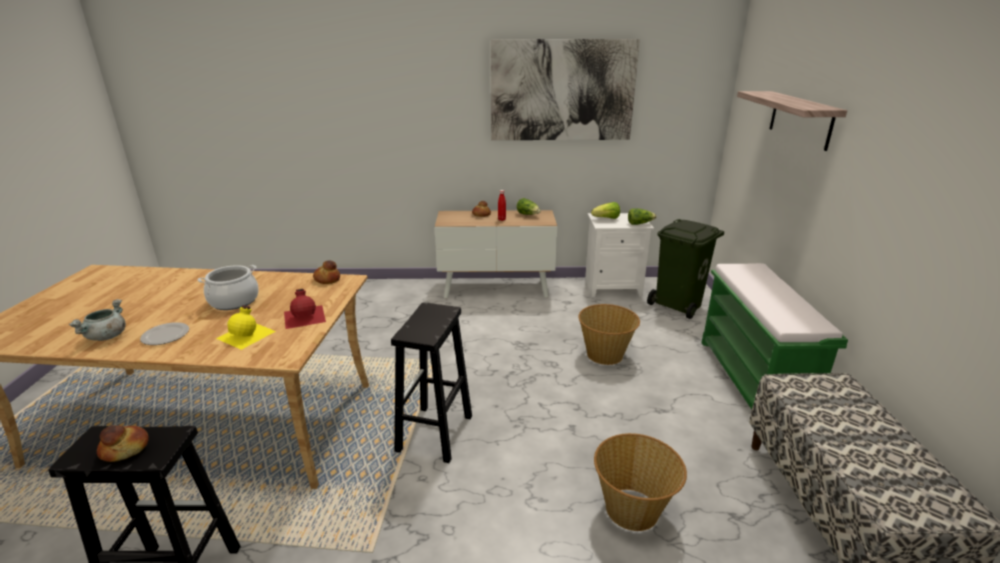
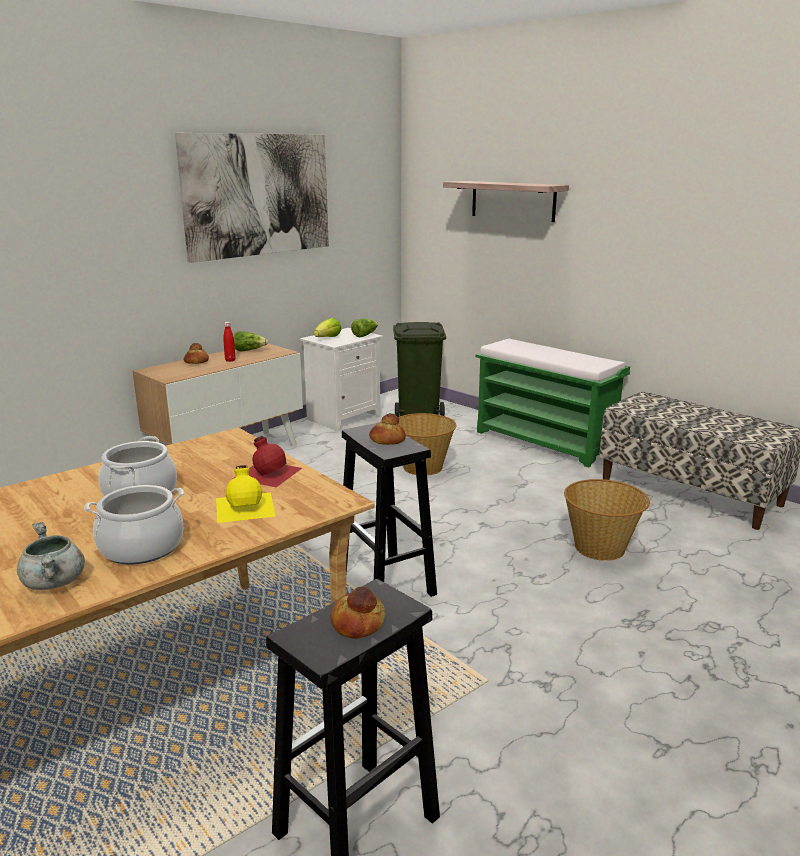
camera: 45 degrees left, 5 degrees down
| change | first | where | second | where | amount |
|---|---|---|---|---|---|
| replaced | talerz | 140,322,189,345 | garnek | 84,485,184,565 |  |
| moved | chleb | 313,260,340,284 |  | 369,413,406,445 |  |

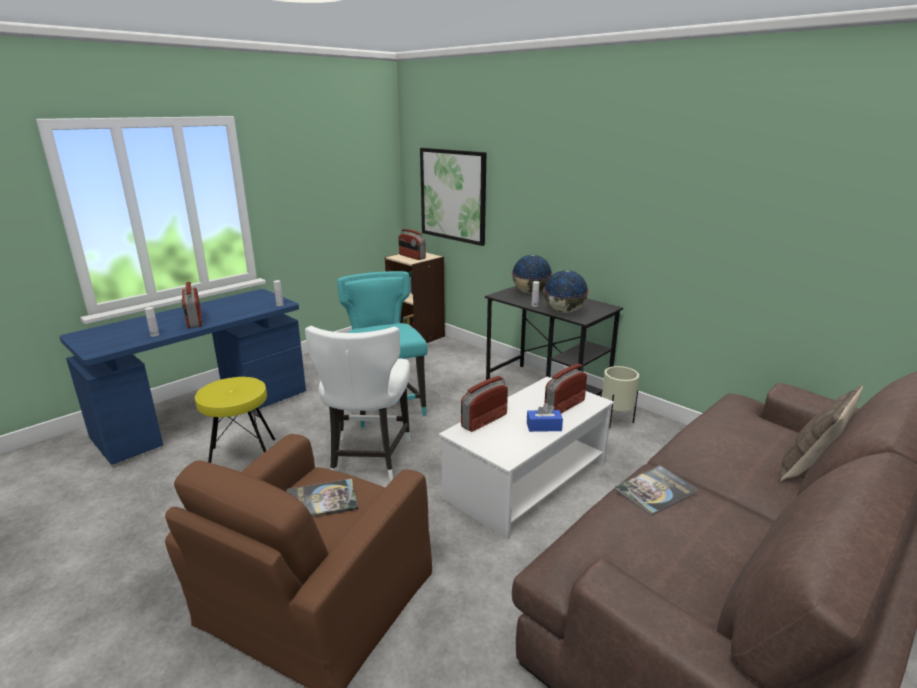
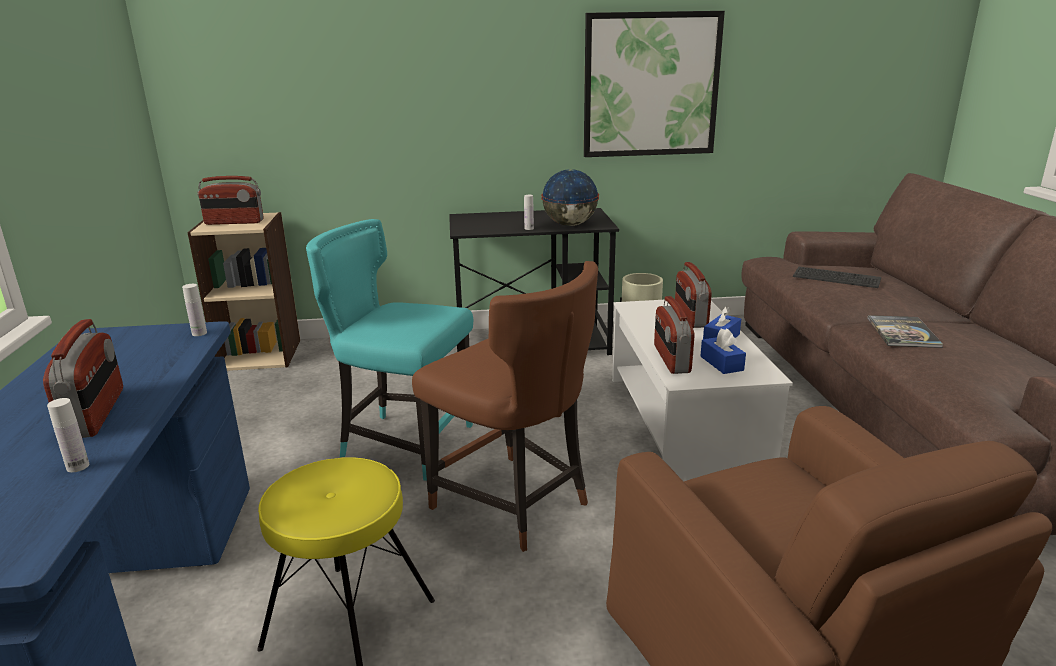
camera: 50 degrees left, 0 degrees up
| change | first | where | second | where | amount |
|---|---|---|---|---|---|
| turned | radio | 181,282,202,328 |  | 43,319,123,438 | 120 degrees counterclockwise |
| removed | książka | 287,479,358,517 |  |  |  |
| recoloured | krzesło (biały) | 305,326,410,481 | krzesło (brązowy) | 412,261,598,552 |  |
| moved | obraz | 420,148,487,246 |  | 584,11,725,157 |  |
| removed | globus | 512,255,552,294 |  |  |  |
| removed | poduszka | 779,385,863,481 |  |  |  |
| added |  |  | pudełko chusteczek (niebieski) | 700,328,746,374 |  |
| added |  |  | klawiatura | 793,266,881,288 |  |

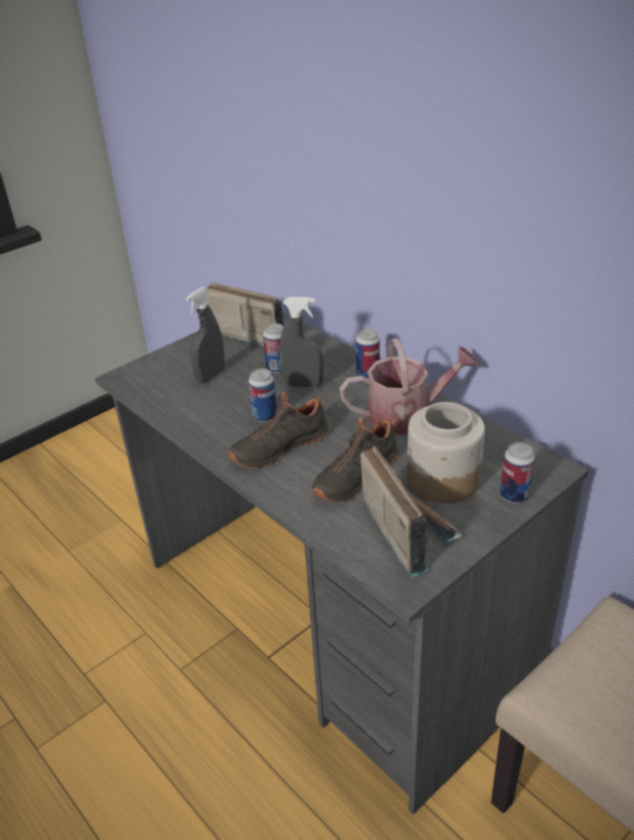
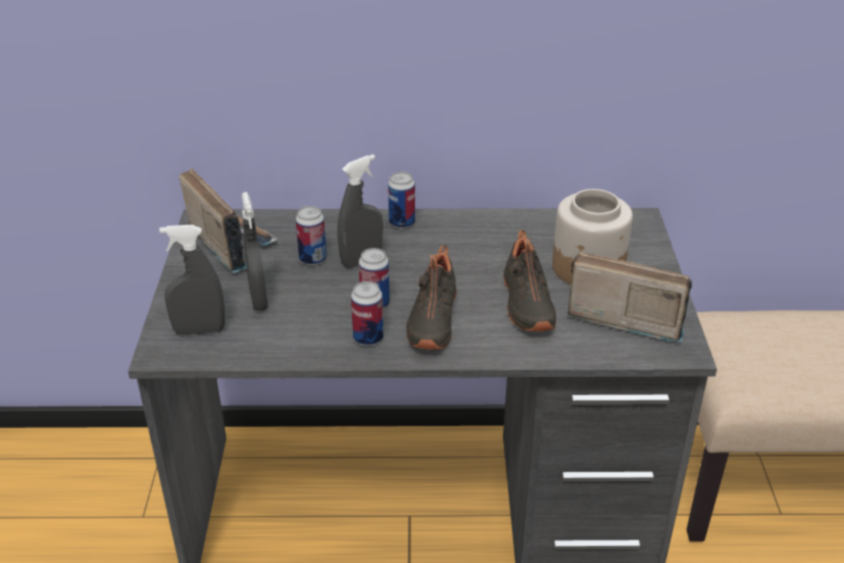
camera: 50 degrees left, 0 degrees up
| change | first | where | second | where | amount |
|---|---|---|---|---|---|
| turned | radio | 206,283,286,346 |  | 179,168,278,274 | 75 degrees clockwise |
| removed | konewka | 339,338,478,435 |  |  |  |
| moved | puszka | 500,442,535,503 |  | 351,281,384,346 |  |
| added |  |  | spryskiwacz (szary) | 159,225,225,335 |  |

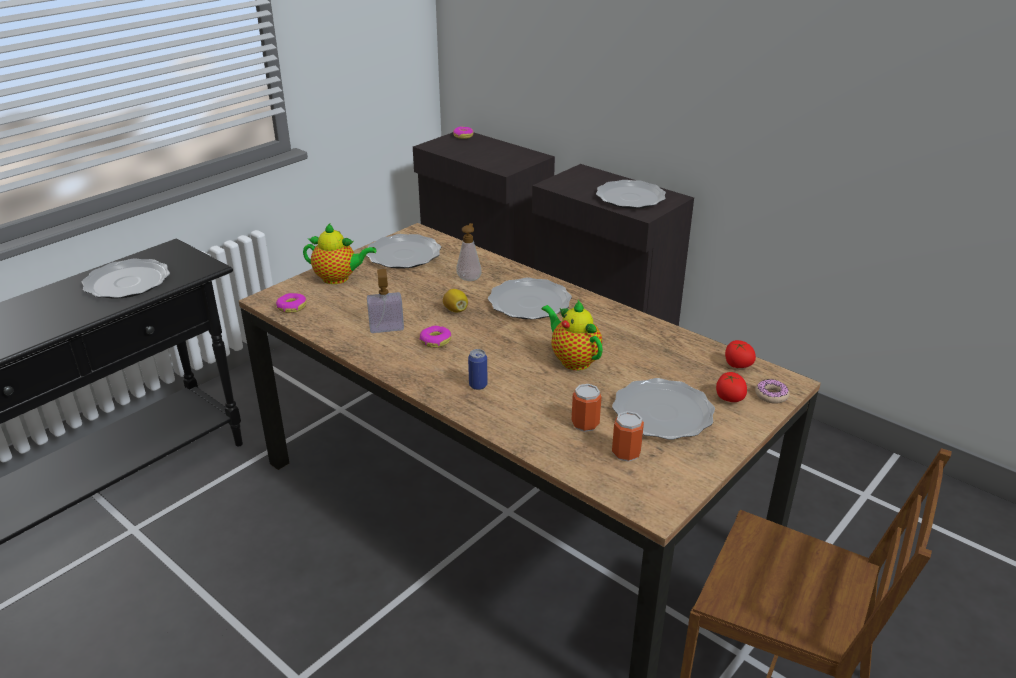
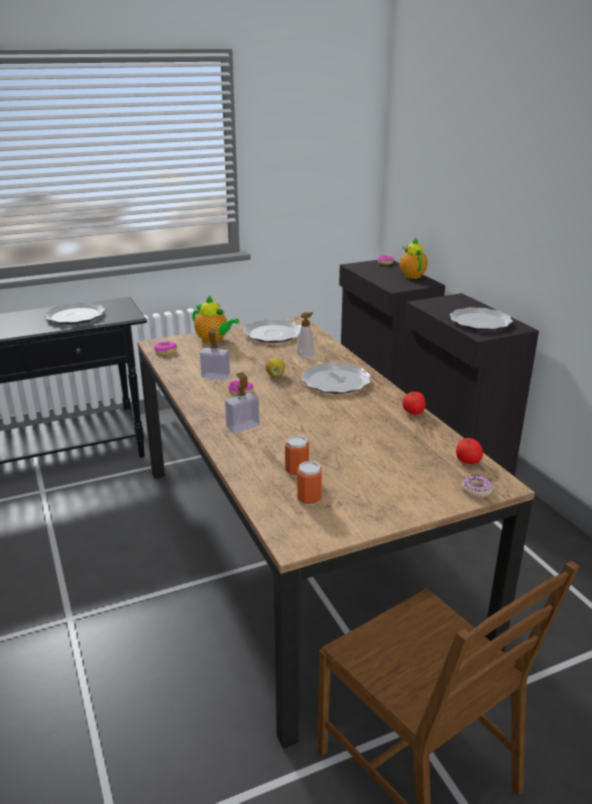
camera: 25 degrees right, 5 degrees down
| change | first | where | second | where | amount |
|---|---|---|---|---|---|
| replaced | puszka | 468,349,488,390 | dozownik mydła | 225,372,260,433 |  |
| moved | imbryk | 541,300,603,370 |  | 400,237,428,279 |  |
| removed | talerz | 612,378,715,440 |  |  |  |
| moved | pomidor | 716,372,747,402 |  | 402,392,426,414 |  |

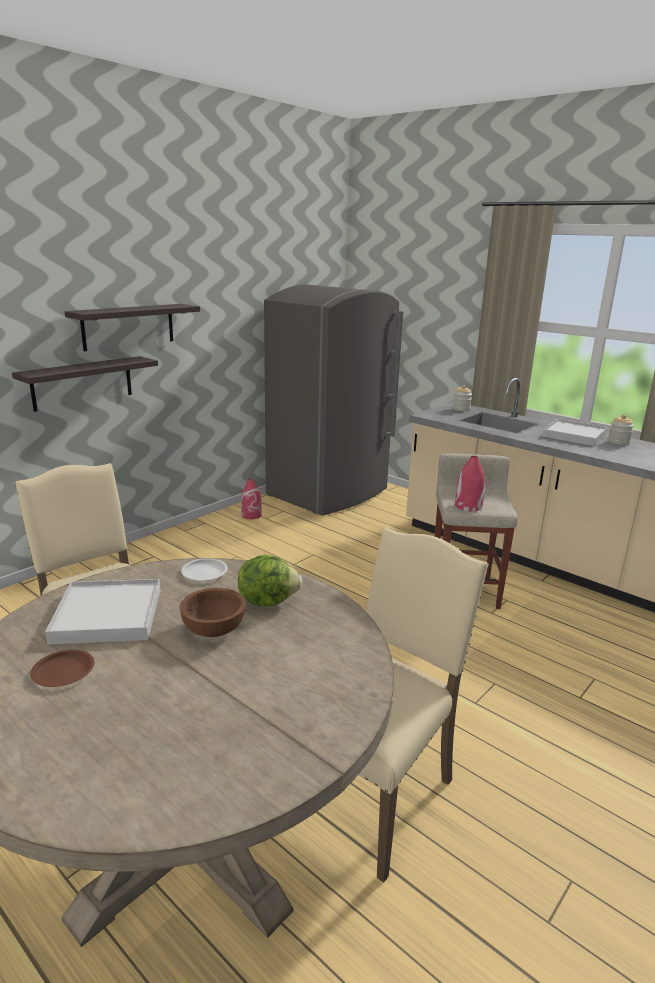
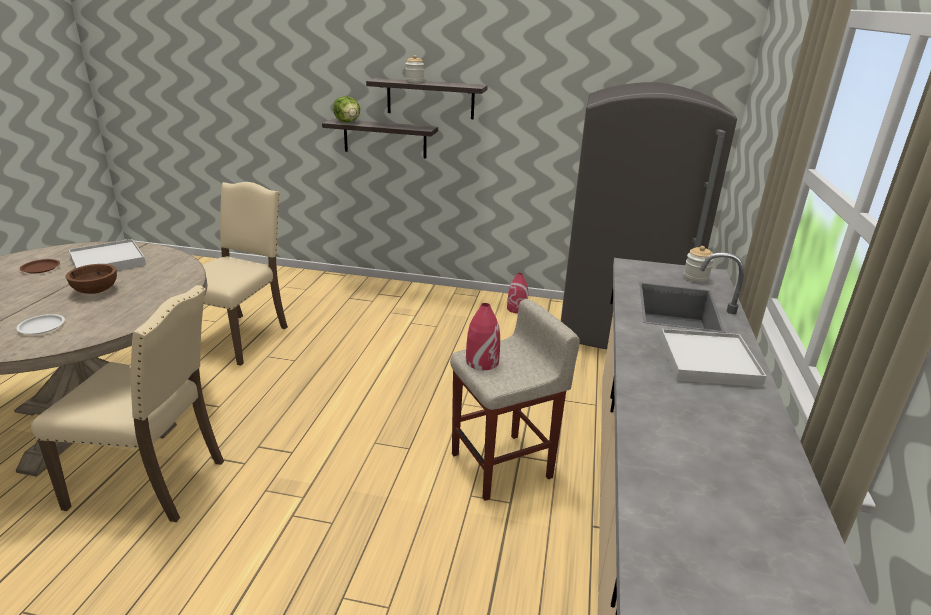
camera: 60 degrees right, 5 degrees up
| change | first | where | second | where | amount |
|---|---|---|---|---|---|
| moved | talerz (biały) | 181,558,228,581 |  | 16,314,65,334 |  |
| moved | sałata | 238,554,303,606 |  | 333,96,360,122 |  |
| moved | słoik | 608,415,634,445 |  | 405,55,424,83 |  |

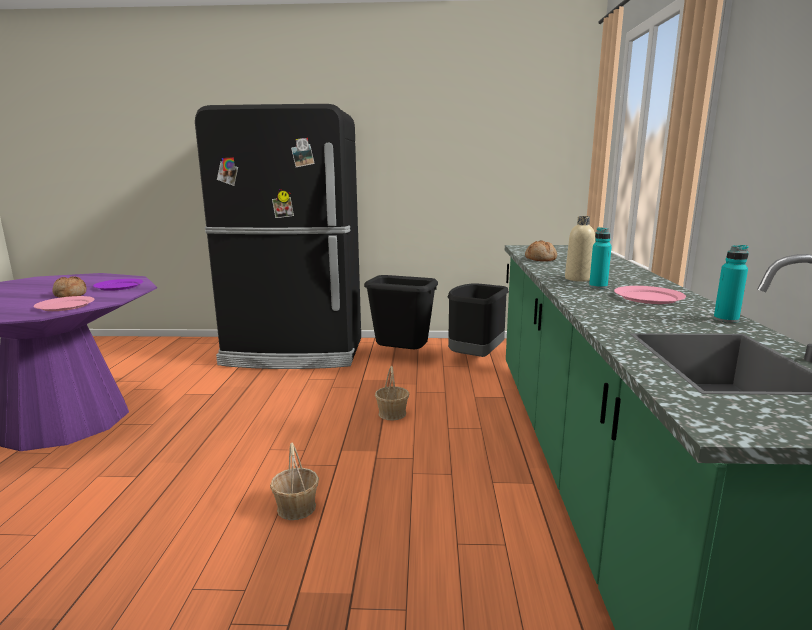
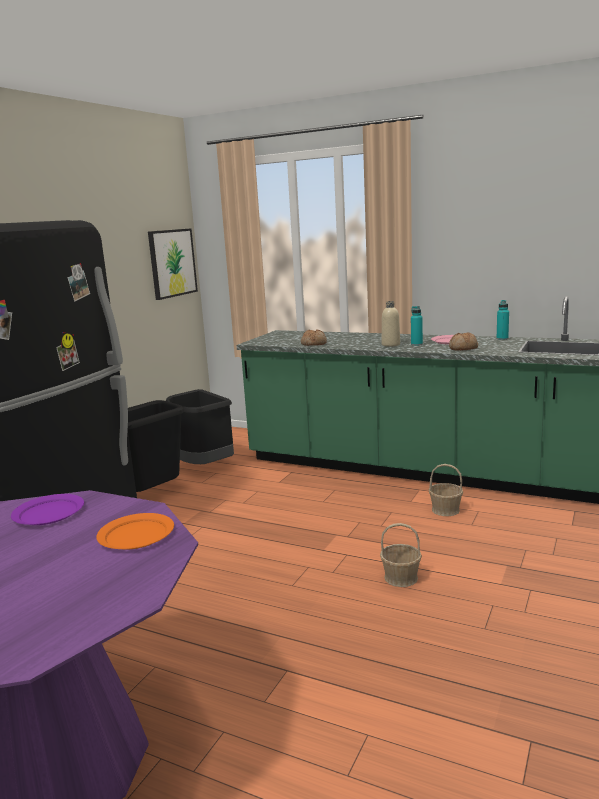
camera: 65 degrees left, 0 degrees up
| change | first | where | second | where | amount |
|---|---|---|---|---|---|
| recoloured | talerz (różowy) | 34,296,95,311 | talerz (pomarańczowy) | 96,513,174,550 |  |
| moved | chleb | 52,276,86,298 |  | 449,332,478,351 |  |
| moved | koszyk | 375,366,409,421 |  | 429,464,463,516 |  |
| added |  |  | obraz | 148,228,198,300 |  |

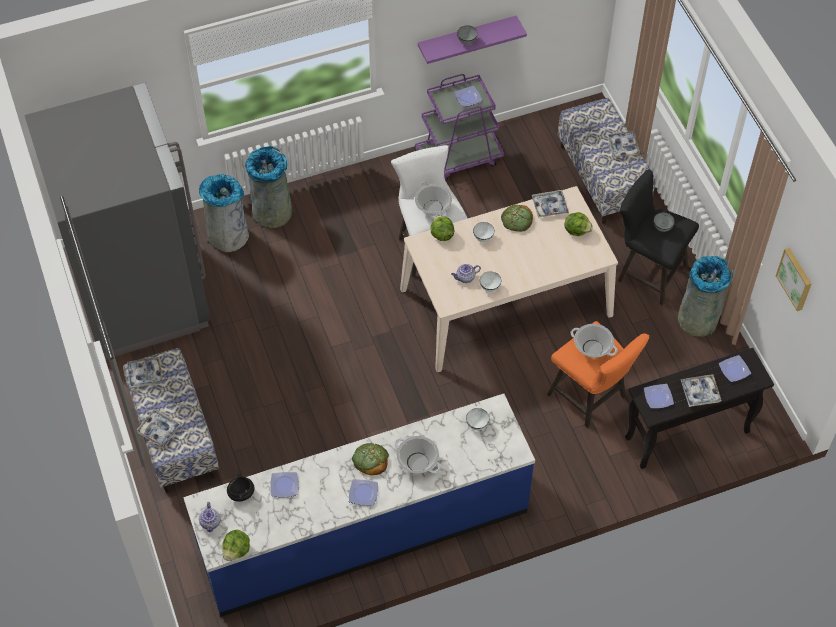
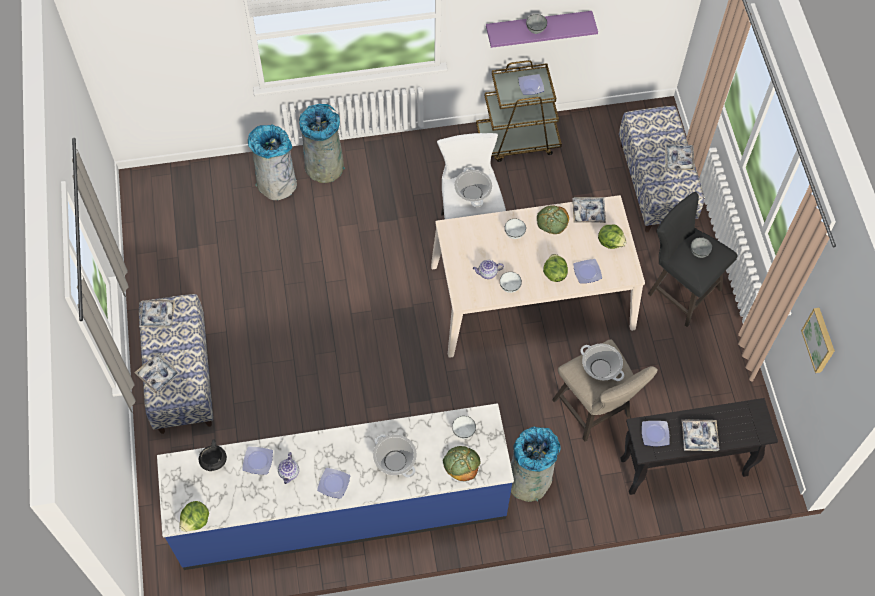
camera: 10 degrees right, 5 degrees up
| change | first | where | second | where | amount |
|---|---|---|---|---|---|
| removed | lodówka (szary) | 25,83,210,359 |  |  |  |
| moved | imbryk | 199,502,220,532 |  | 278,452,299,484 |  |
| moved | chleb | 352,443,389,475 |  | 443,446,481,481 |  |
| recoloured | wózek (fioletowy) | 415,74,504,181 | wózek (brązowy) | 476,60,562,162 |  |
| moved | sałata | 431,215,455,241 |  | 543,254,568,282 |  |
| recoloured | stołek (pomarańczowy) | 547,321,649,428 | stołek (beżowy) | 552,339,658,442 |  |
| moved | kosz na śmieci (szary) | 678,256,733,337 |  | 511,427,561,502 |  |
| moved | talerz | 719,355,751,382 |  | 573,259,602,283 |  |

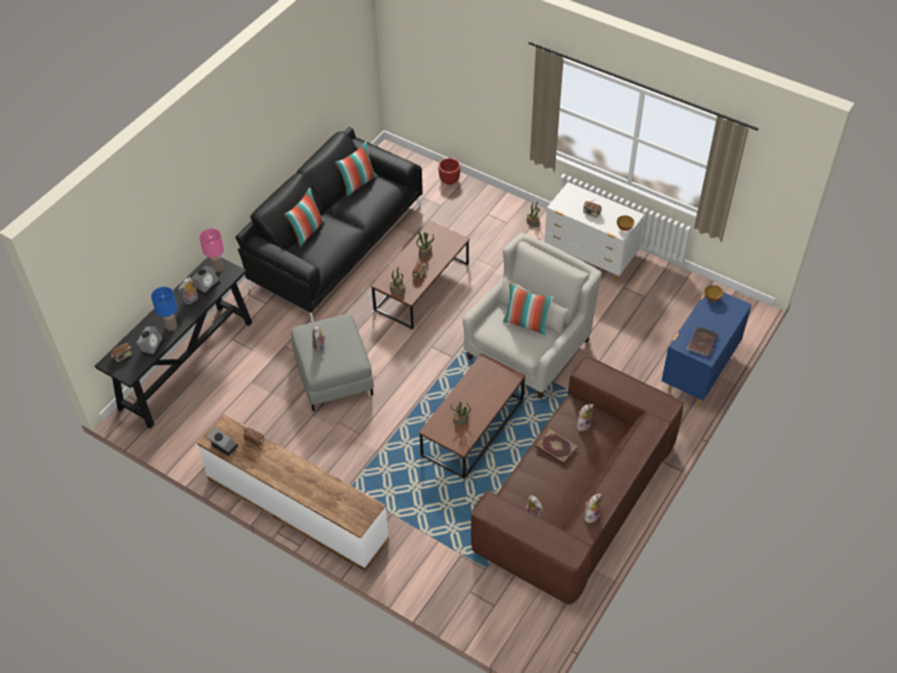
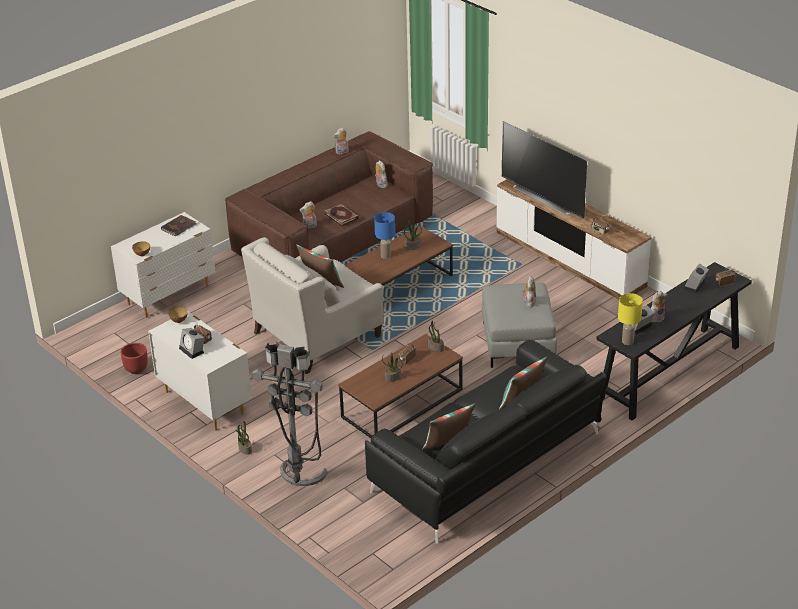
camera: 165 degrees left, 15 degrees down
| change | first | where | second | where | amount |
|---|---|---|---|---|---|
| moved | lampa stołowa (niebieski) | 151,287,177,331 |  | 374,212,395,259 |  |
| recoloured | lampa stołowa (różowy) | 199,229,224,272 | lampa stołowa (żółty) | 618,293,643,345 |  |
| moved | budzik | 207,427,238,456 |  | 179,328,204,359 |  |
| moved | donica (czerwony) | 438,158,460,185 |  | 121,343,148,374 |  |
| recoloured | komoda (niebieski) | 661,292,752,406 | komoda (biały) | 111,212,215,318 |  |
| added |  |  | lampa stojąca (szary) | 252,341,327,486 |  |
| added |  |  | telewizor | 502,121,587,219 |  |

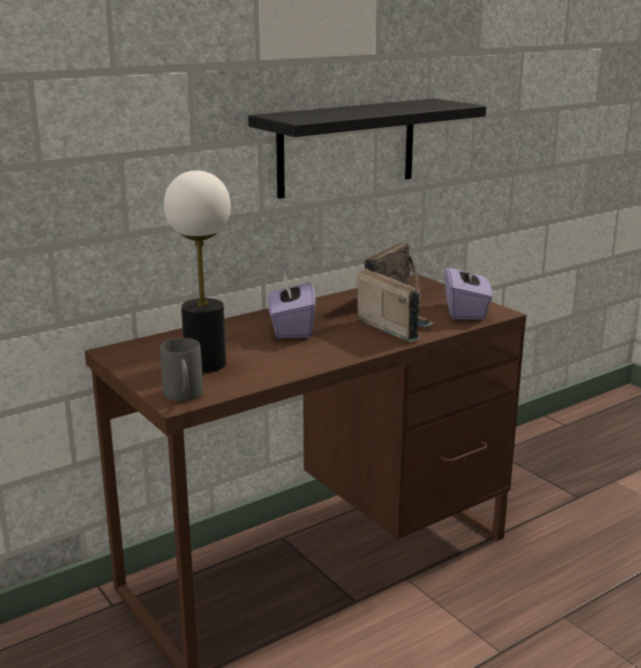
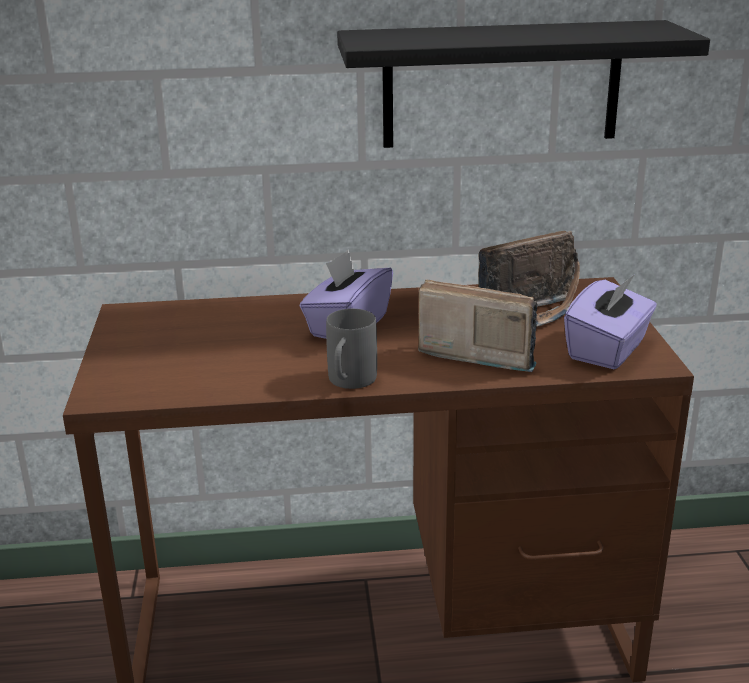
camera: 30 degrees right, 5 degrees up
| change | first | where | second | where | amount |
|---|---|---|---|---|---|
| moved | kubek (szary) | 160,338,203,401 |  | 326,309,377,389 |  |
| removed | lampa stołowa | 164,170,231,373 |  |  |  |
| turned | radio | 357,269,435,342 |  | 418,280,537,372 | 60 degrees counterclockwise |

